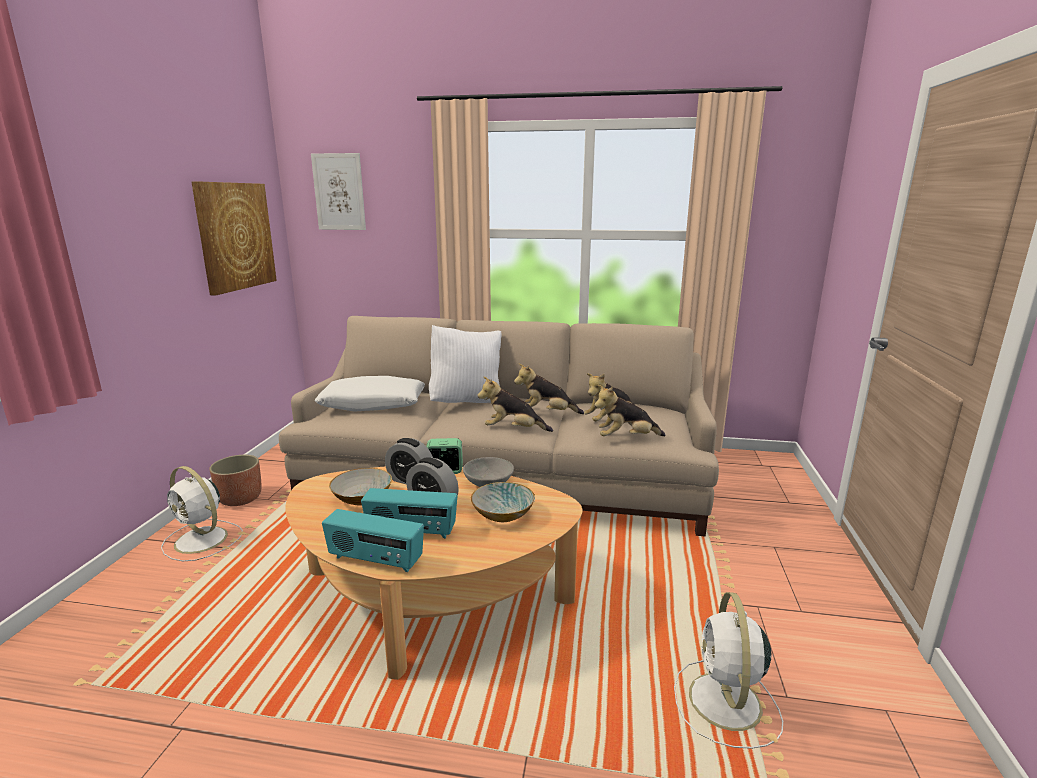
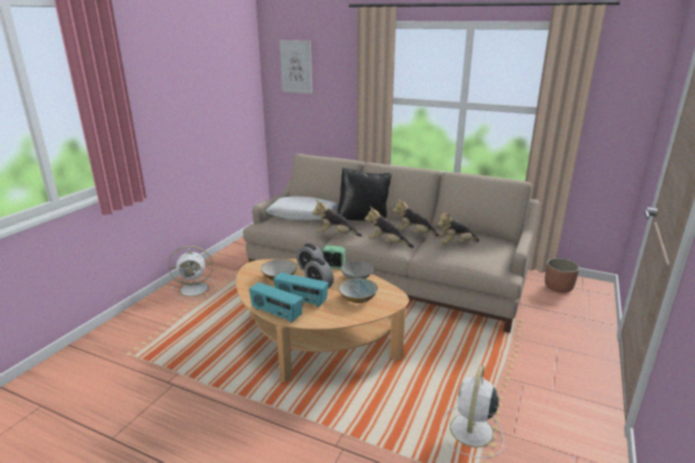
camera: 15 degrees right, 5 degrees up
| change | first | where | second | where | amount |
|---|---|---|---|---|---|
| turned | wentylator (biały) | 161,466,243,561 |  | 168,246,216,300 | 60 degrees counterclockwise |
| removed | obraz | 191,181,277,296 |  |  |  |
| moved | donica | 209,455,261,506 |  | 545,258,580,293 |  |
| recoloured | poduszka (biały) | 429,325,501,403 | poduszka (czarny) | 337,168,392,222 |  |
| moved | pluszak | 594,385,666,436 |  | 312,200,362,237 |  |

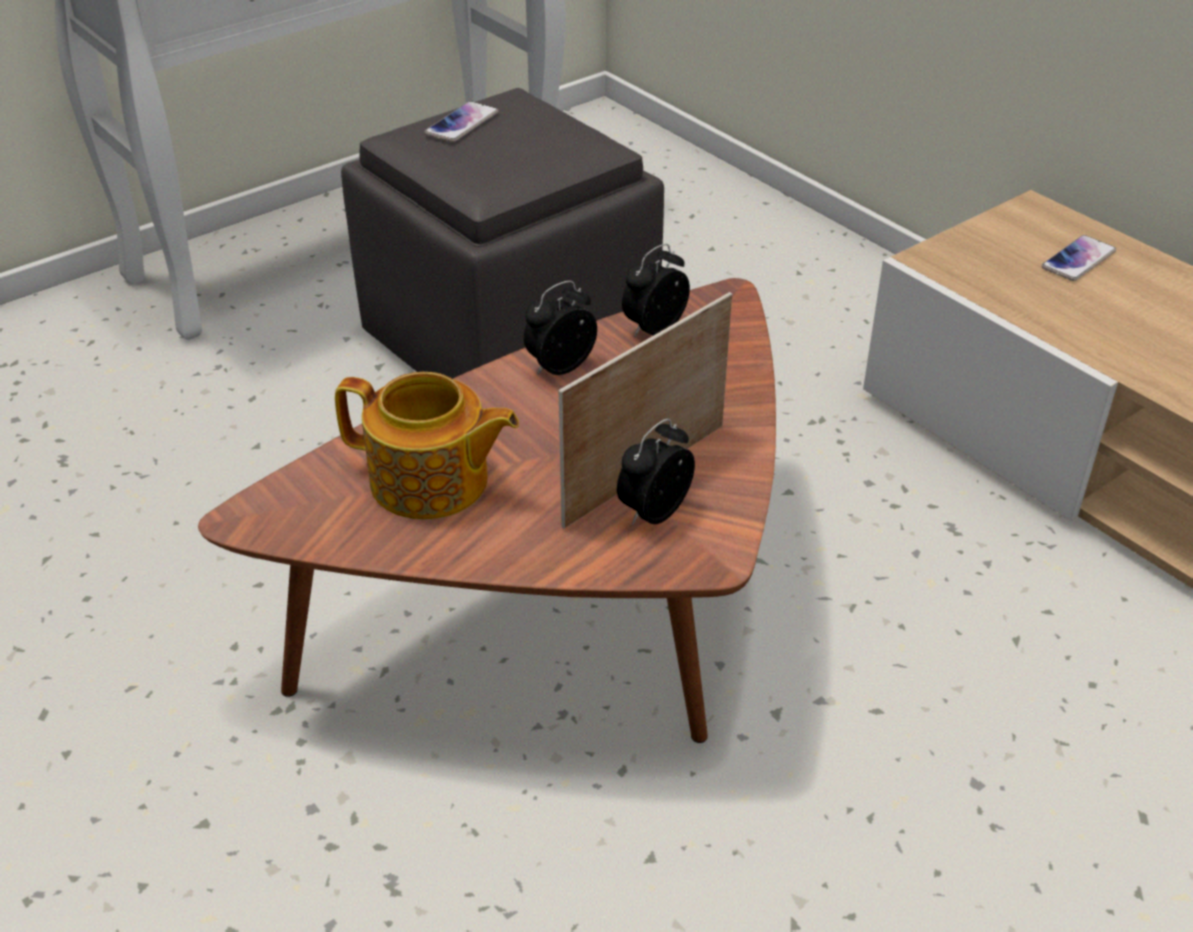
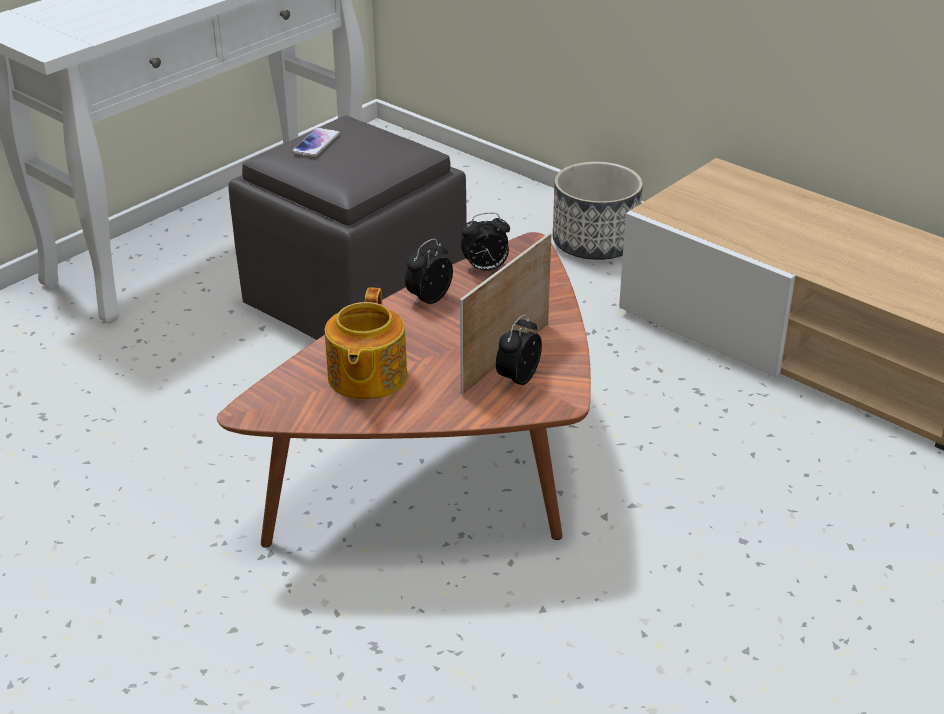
camera: 10 degrees left, 5 degrees down
| change | first | where | second | where | amount |
|---|---|---|---|---|---|
| turned | imbryk | 335,372,519,519 |  | 325,287,407,400 | 90 degrees clockwise |
| turned | budzik | 622,244,690,337 |  | 461,213,510,272 | 135 degrees counterclockwise |
| removed | telefon | 1042,235,1116,281 |  |  |  |
| added |  |  | donica | 553,162,643,260 |  |

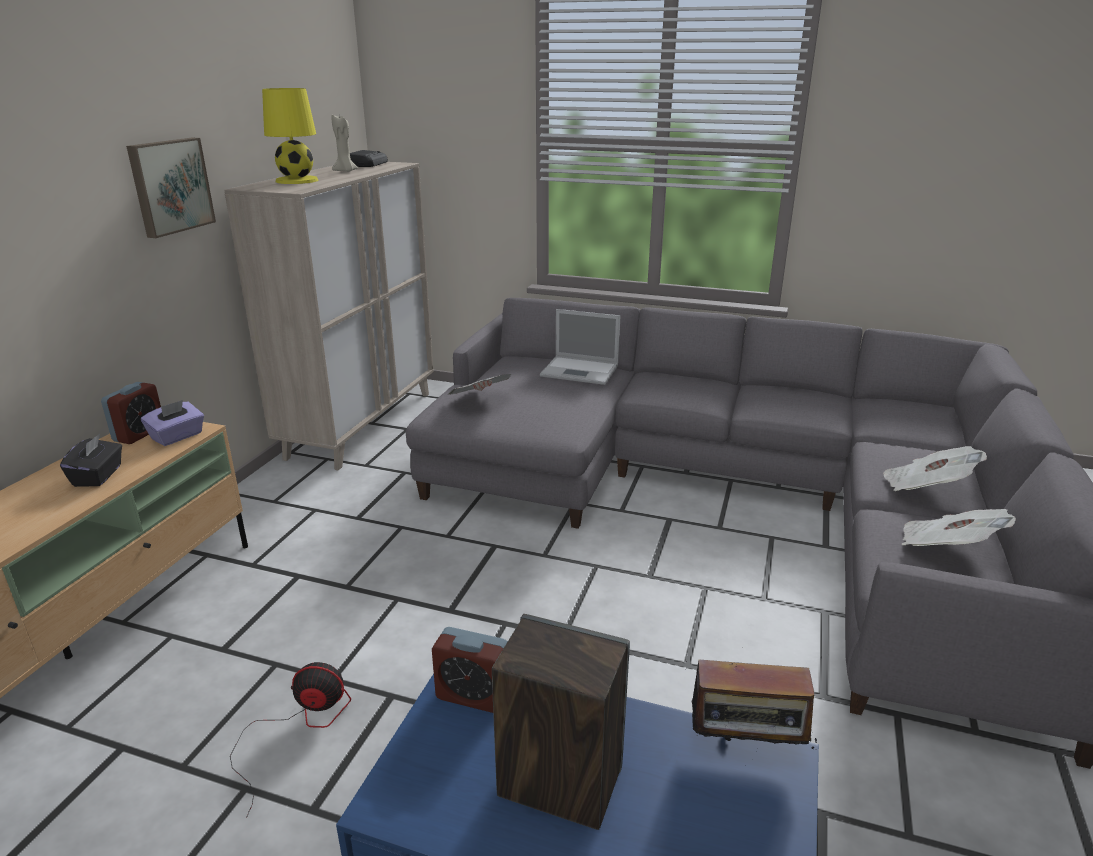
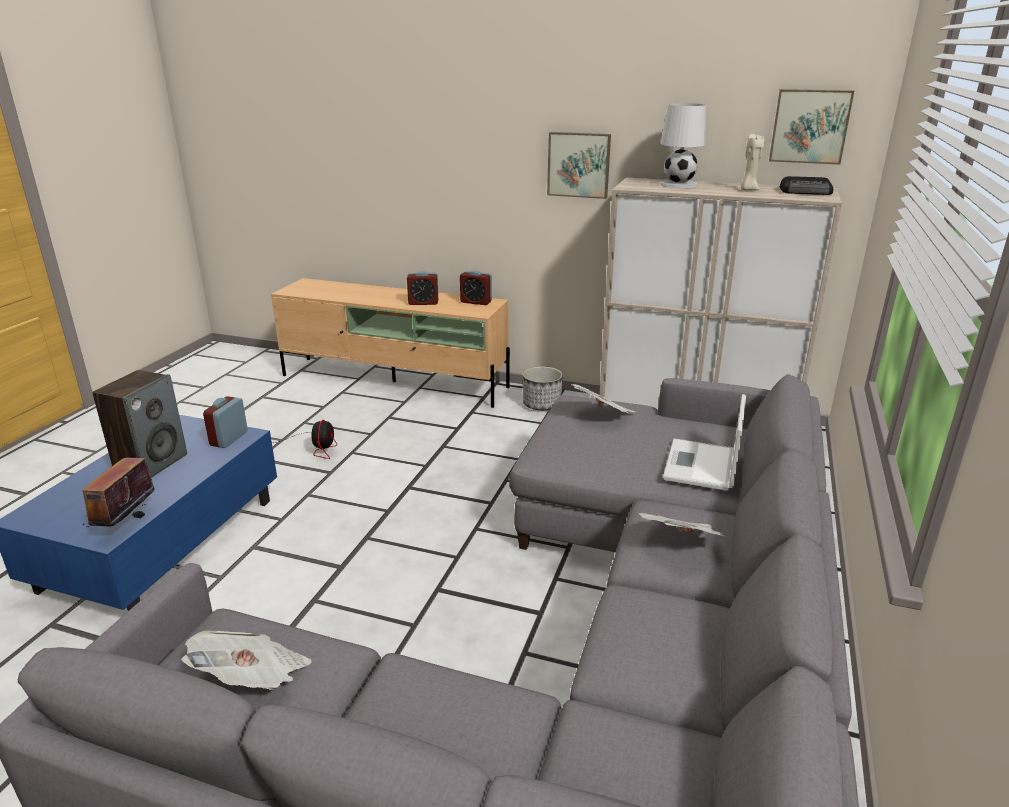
camera: 90 degrees right, 0 degrees up
| change | first | where | second | where | amount |
|---|---|---|---|---|---|
| replaced | pudełko chusteczek (czarny) | 60,433,122,487 | budzik | 407,271,438,305 |  |
| removed | pudełko chusteczek (fioletowy) | 141,400,204,446 |  |  |  |
| recoloured | lampa stołowa (żółty) | 262,88,318,184 | lampa stołowa (biały) | 660,103,706,188 |  |
| moved | gazeta | 883,446,987,491 |  | 639,513,724,536 |  |
| added |  |  | donica | 523,366,563,410 |  |
| added |  |  | obraz | 769,89,854,165 |  |

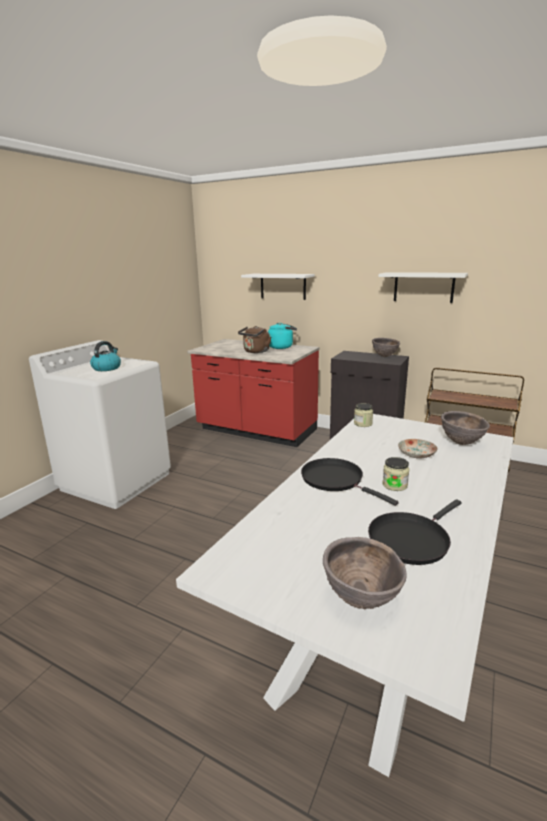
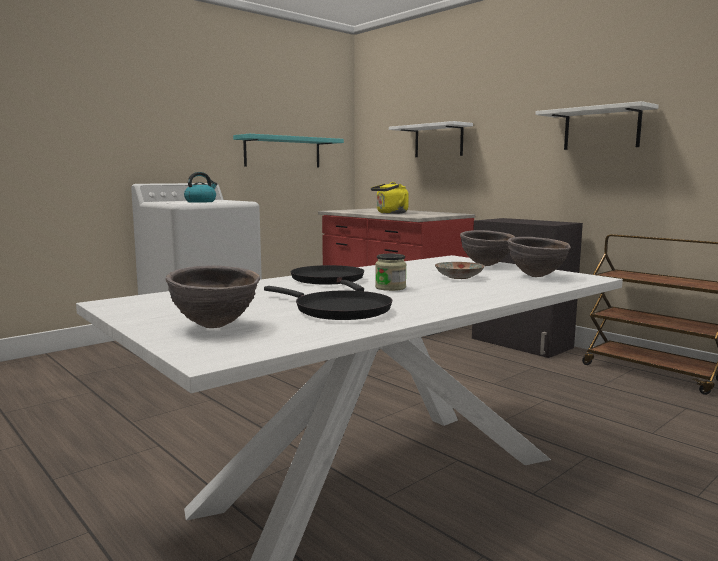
camera: 20 degrees right, 10 degrees down
| change | first | where | second | where | amount |
|---|---|---|---|---|---|
| recoloured | czajnik (brązowy) | 238,326,271,353 | czajnik (żółty) | 371,182,409,214 |  |
| removed | czajnik (turkusowy) | 268,323,297,349 |  |  |  |
| removed | słoik | 354,403,373,427 |  |  |  |
| turned | patelnia (czarny) | 368,499,461,565 |  | 264,286,392,320 | 120 degrees counterclockwise |
| moved | miska (brązowy) | 372,338,400,357 |  | 460,230,515,266 |  |
| added |  |  | półka (turkusowy) | 233,134,344,167 |  |

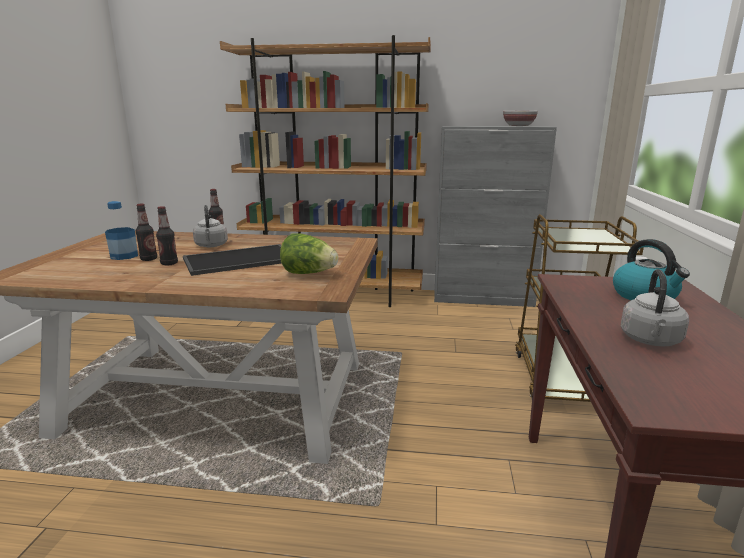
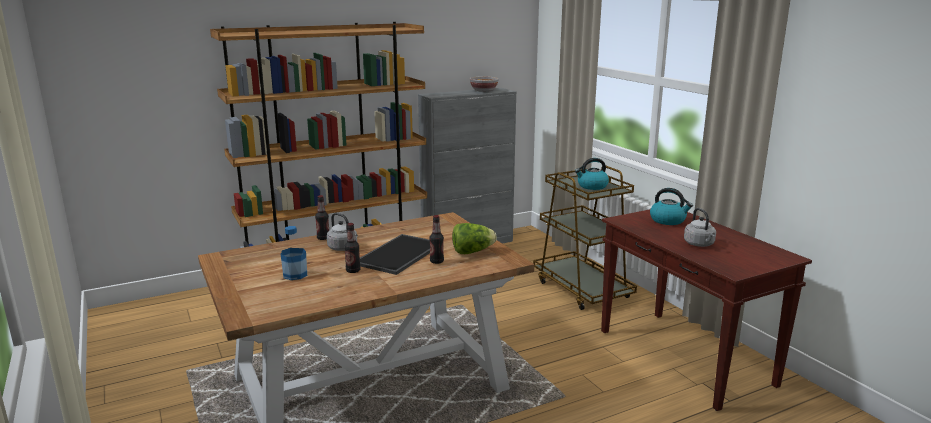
camera: 35 degrees left, 0 degrees up
| change | first | where | second | where | amount |
|---|---|---|---|---|---|
| moved | butelka | 136,204,157,261 |  | 430,215,444,264 |  |
| added |  |  | czajnik | 575,158,609,190 |  |

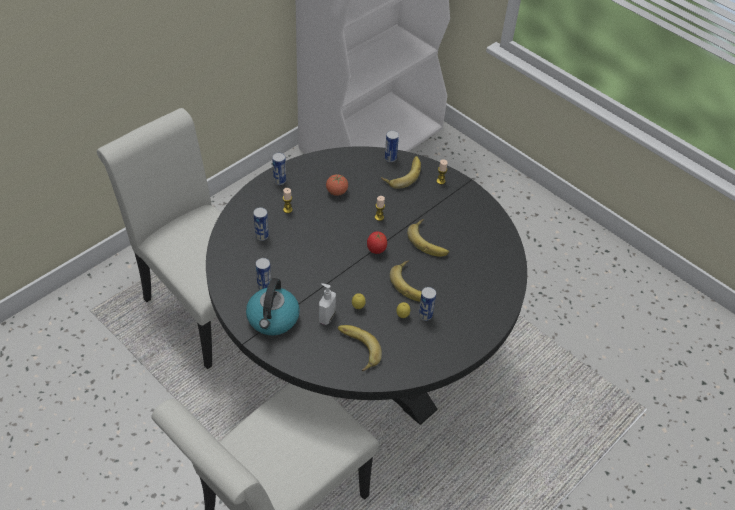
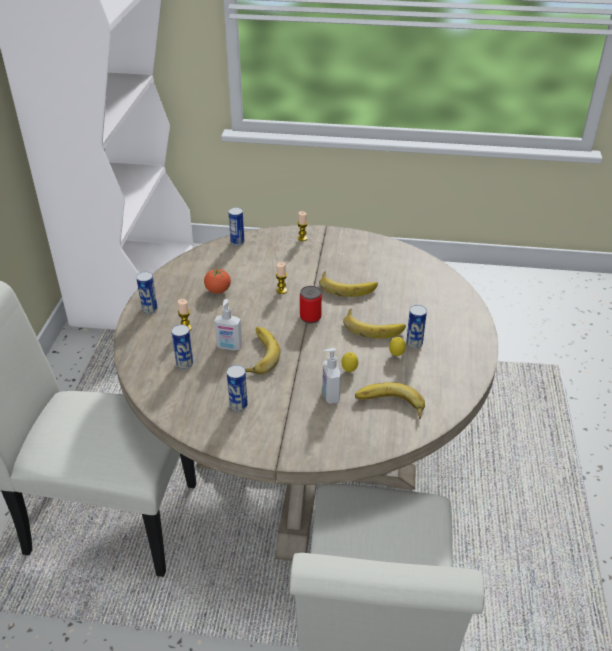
camera: 35 degrees left, 10 degrees down
| change | first | where | second | where | amount |
|---|---|---|---|---|---|
| recoloured | stół jadalny (czarny) | 206,146,527,425 | stół jadalny (beżowy) | 114,225,498,561 |  |
| removed | czajnik | 246,278,300,335 |  |  |  |
| replaced | pomidor | 367,232,387,254 | puszka | 300,286,322,324 |  |
| moved | banan | 381,156,421,189 |  | 245,327,281,374 |  |
| added |  |  | dozownik mydła | 214,299,242,351 |  |

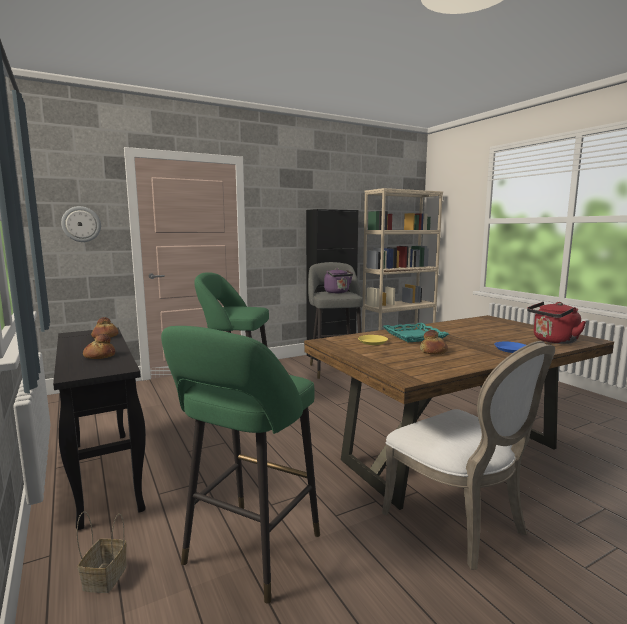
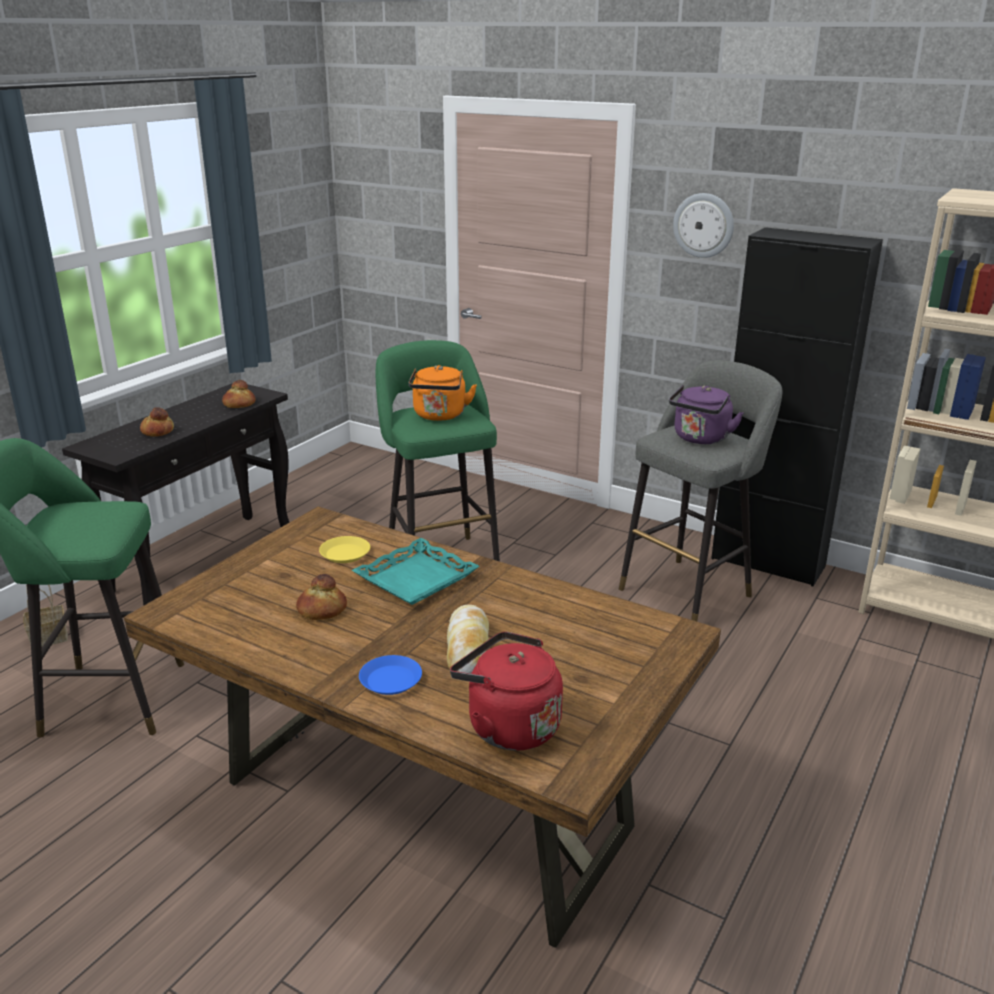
camera: 60 degrees right, 15 degrees up
| change | first | where | second | where | amount |
|---|---|---|---|---|---|
| moved | zegar ścienny | 61,206,101,242 |  | 673,193,734,258 |  |
| removed | krzesło (biały) | 382,341,555,570 |  |  |  |
| added |  |  | czajnik (pomarańczowy) | 408,365,477,421 |  |
| added |  |  | chleb | 447,605,489,674 |  |

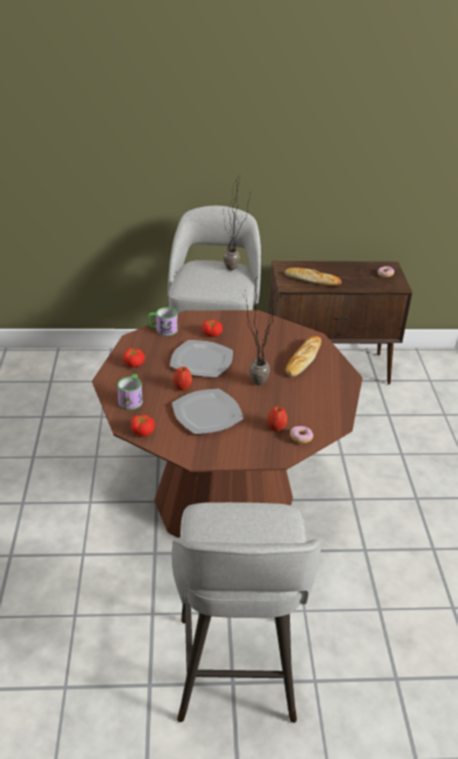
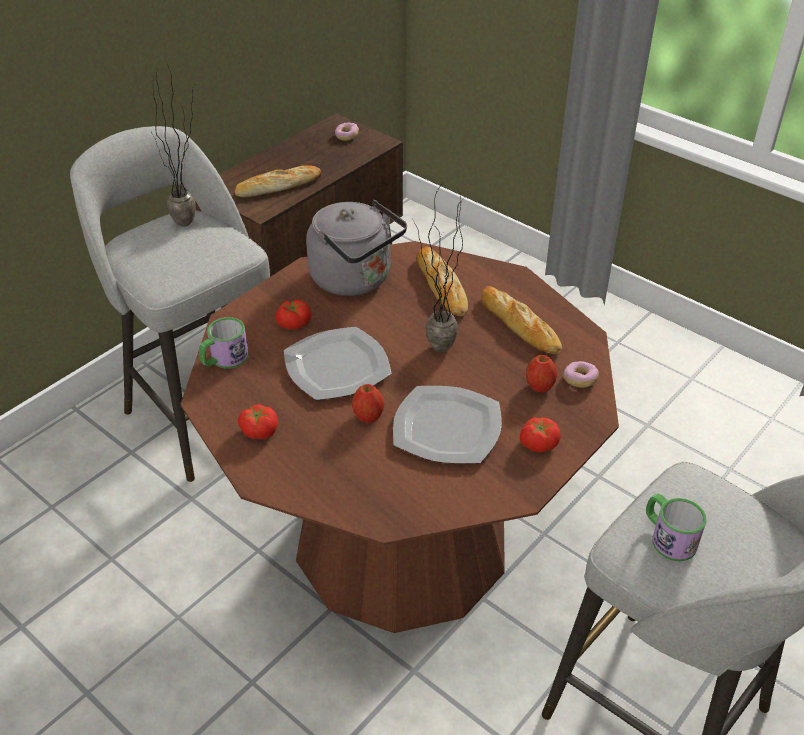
camera: 45 degrees left, 5 degrees up
| change | first | where | second | where | amount |
|---|---|---|---|---|---|
| moved | kubek | 117,374,142,410 |  | 646,493,707,561 |  |
| moved | pomidor | 131,415,155,437 |  | 520,417,561,452 |  |
| added |  |  | czajnik (szary) | 306,200,407,296 |  |
| added |  |  | chleb | 481,286,562,355 |  |

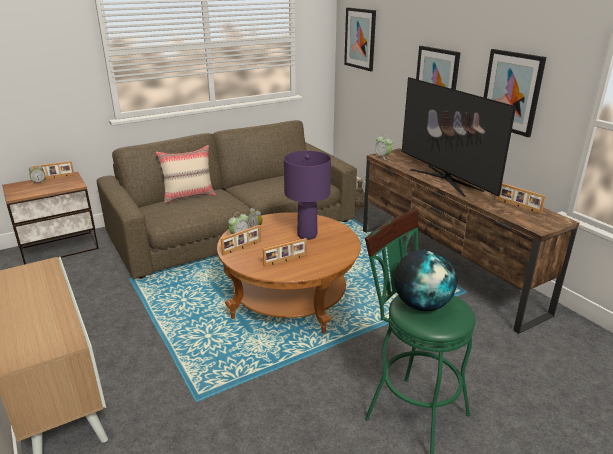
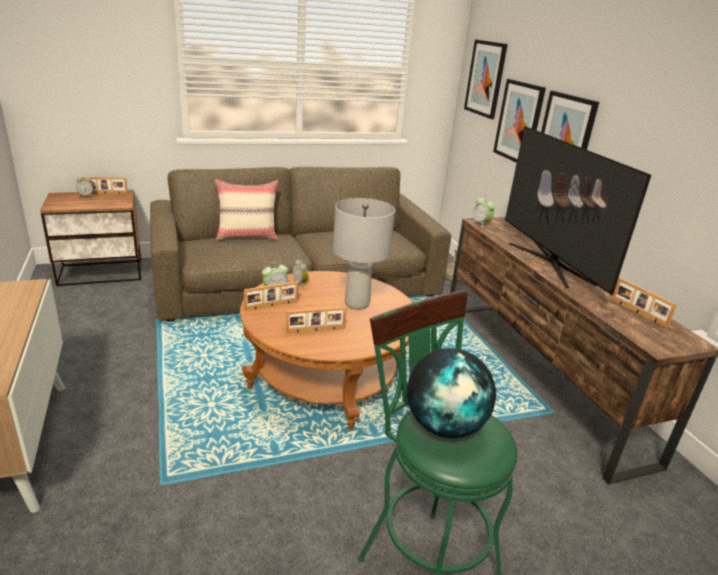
camera: 10 degrees right, 0 degrees up
| change | first | where | second | where | amount |
|---|---|---|---|---|---|
| recoloured | lampa stołowa (fioletowy) | 284,151,331,240 | lampa stołowa (szary) | 333,198,395,310 |  |
| moved | obraz | 484,49,546,137 |  | 493,79,546,163 |  |

